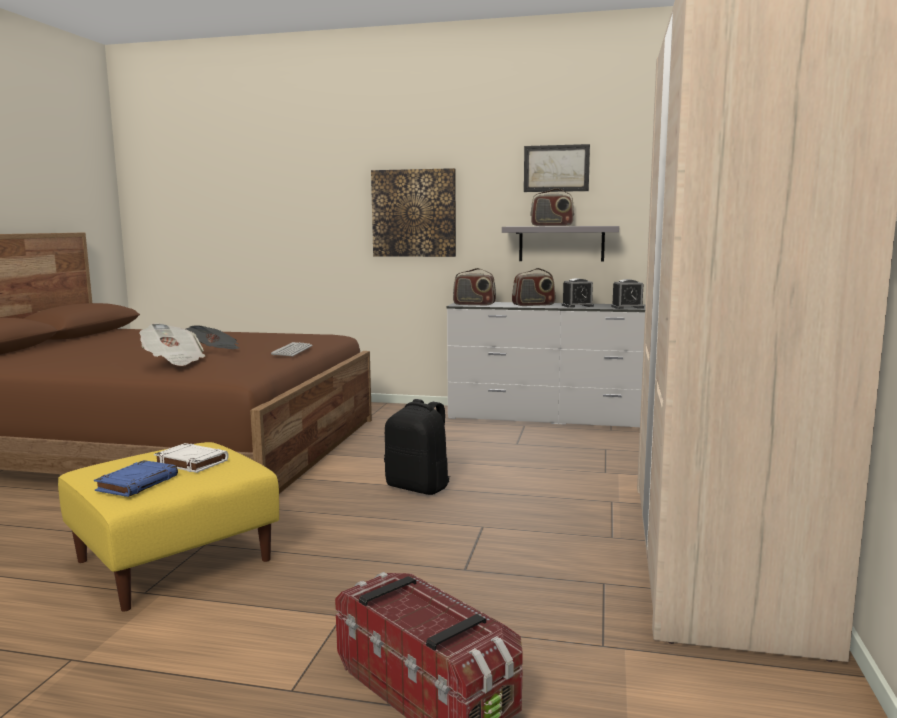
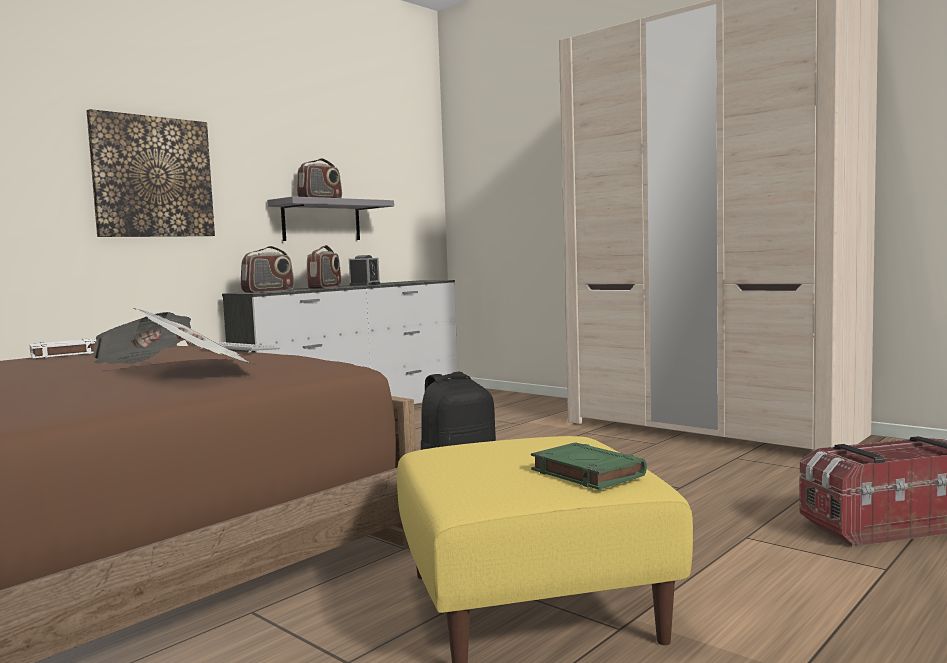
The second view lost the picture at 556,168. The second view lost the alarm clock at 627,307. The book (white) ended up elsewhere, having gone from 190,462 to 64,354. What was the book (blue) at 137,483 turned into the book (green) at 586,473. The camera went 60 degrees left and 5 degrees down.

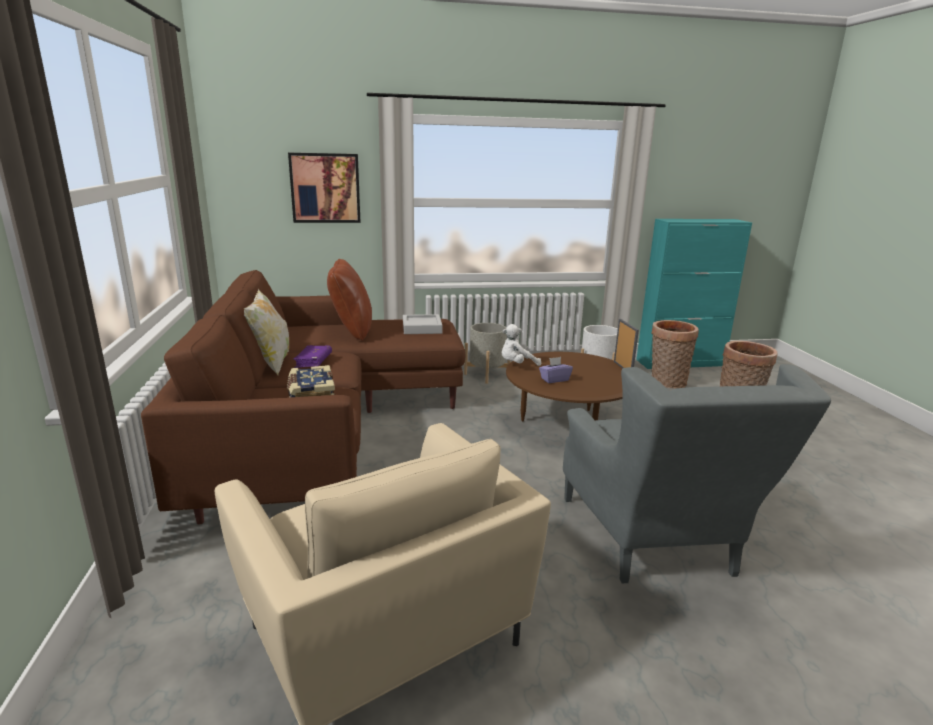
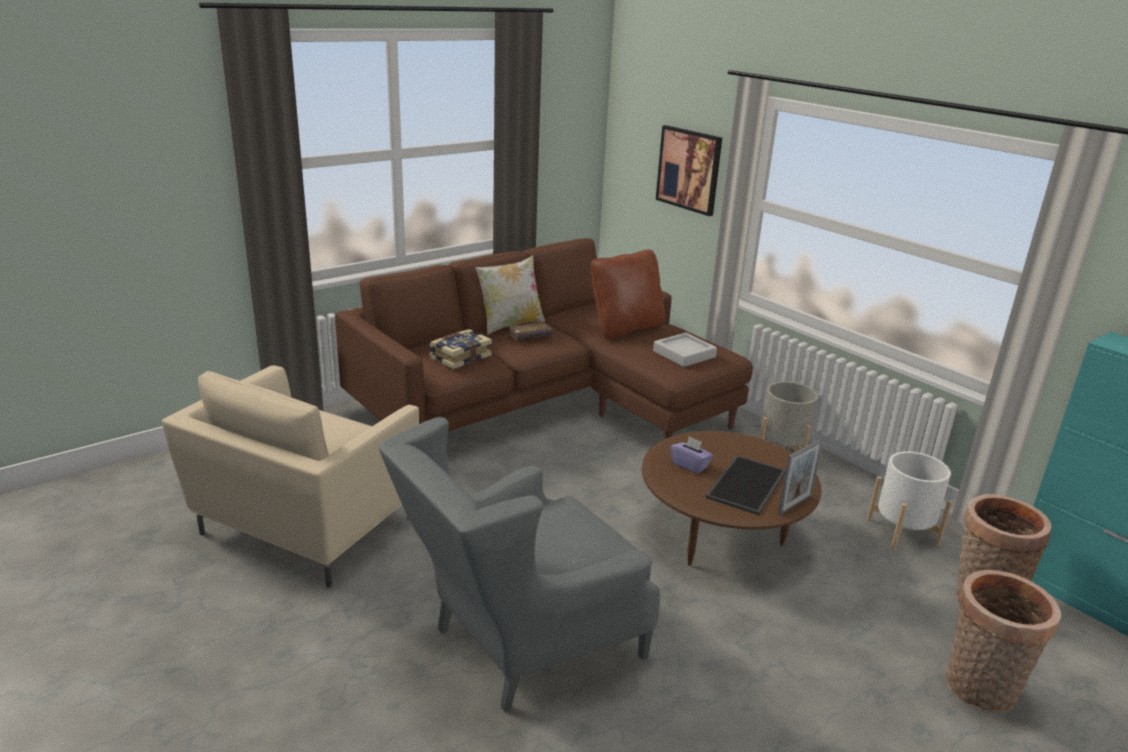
The second view lost the plush toy (white) at 517,364. What was the book (purple) at 313,362 turned into the book (brown) at 529,337. The second view gained the tray at 748,485. The camera went 60 degrees right and 5 degrees up.

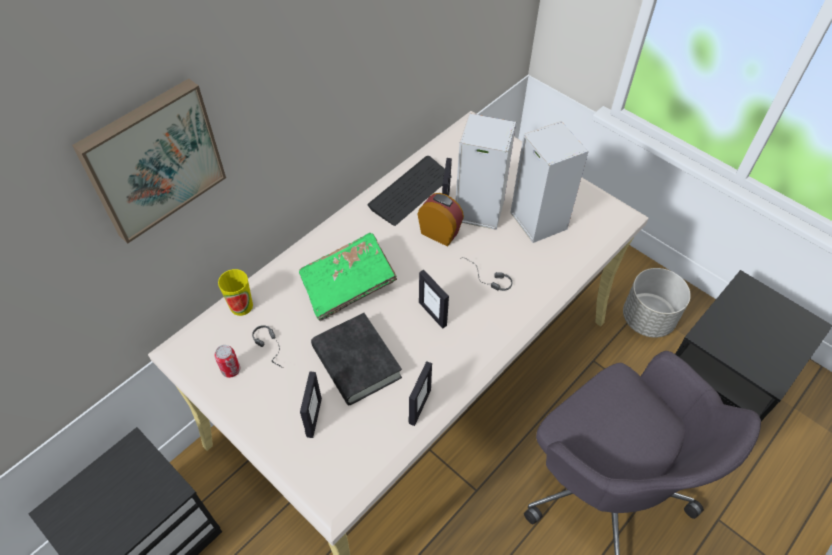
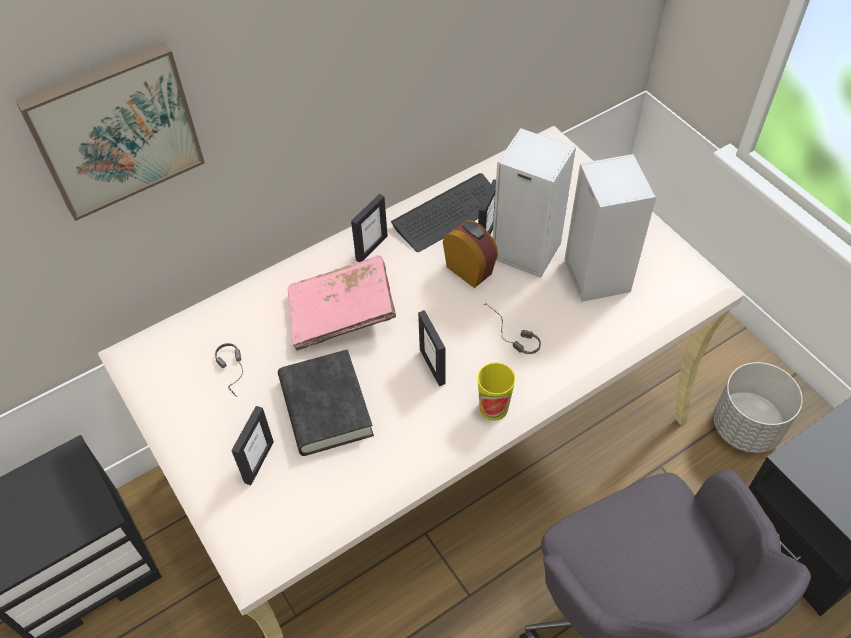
What was the book (green) at 348,285 turned into the book (pink) at 342,314. The cup ended up elsewhere, having gone from 241,306 to 493,408. The second view lost the can at 231,370. The picture frame ended up elsewhere, having gone from 419,406 to 371,248. The camera went 15 degrees right and 0 degrees up.

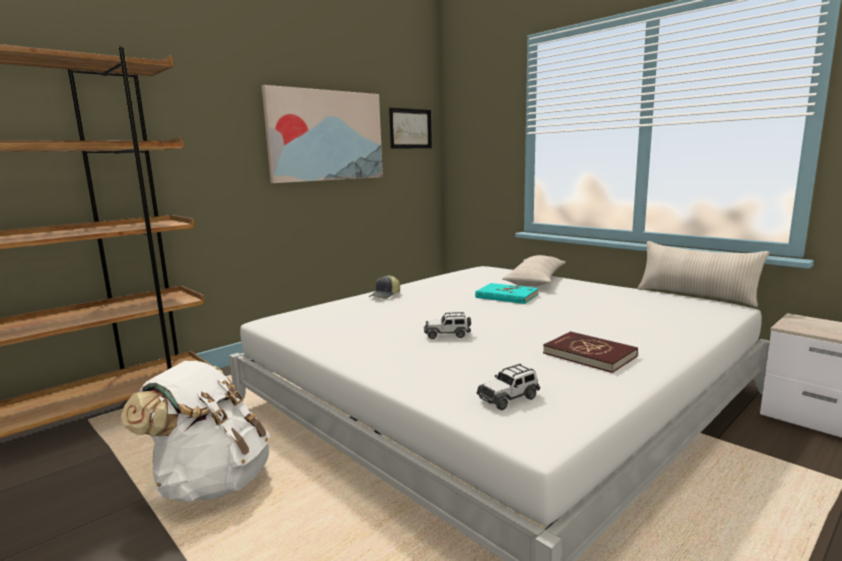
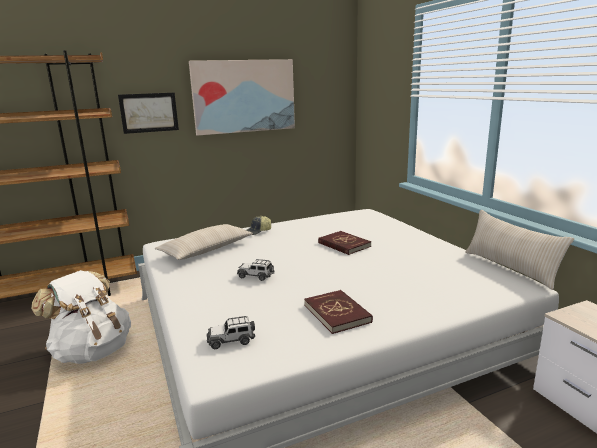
The picture ended up elsewhere, having gone from 410,128 to 149,112. The pillow (beige) ended up elsewhere, having gone from 535,280 to 206,250. What was the book (turquoise) at 506,296 turned into the book (red) at 344,245. The camera went 20 degrees right and 5 degrees up.

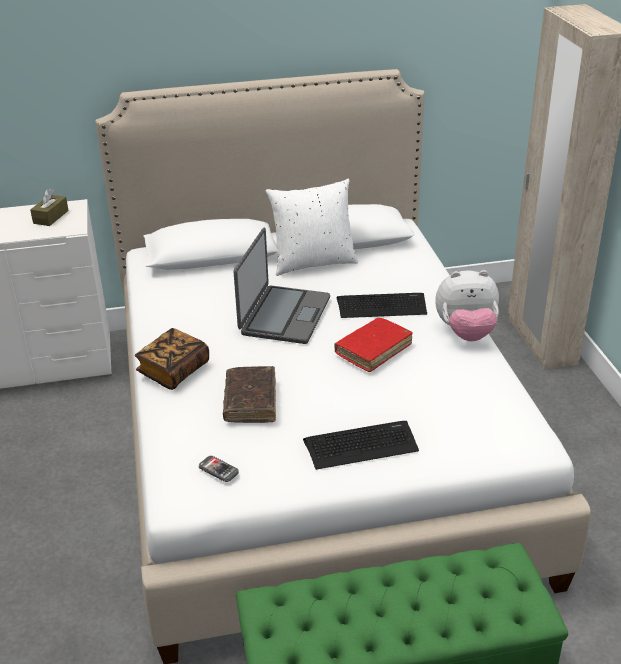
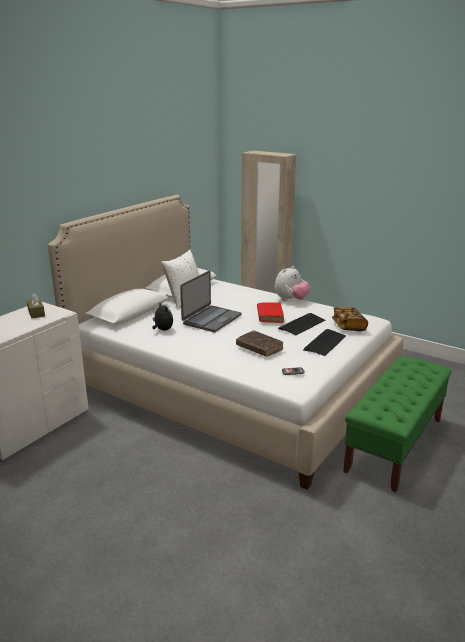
The laptop at 284,316 ended up facing another way, 60 degrees clockwise from before. The keyboard ended up elsewhere, having gone from 382,306 to 302,324. The book ended up elsewhere, having gone from 174,371 to 348,326. The second view gained the plush toy at 162,330. The camera went 45 degrees left and 10 degrees down.

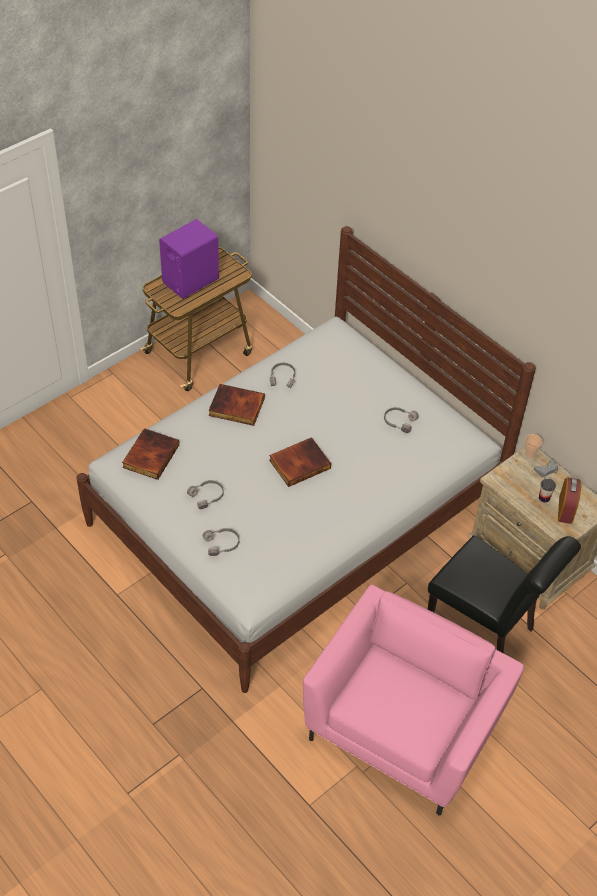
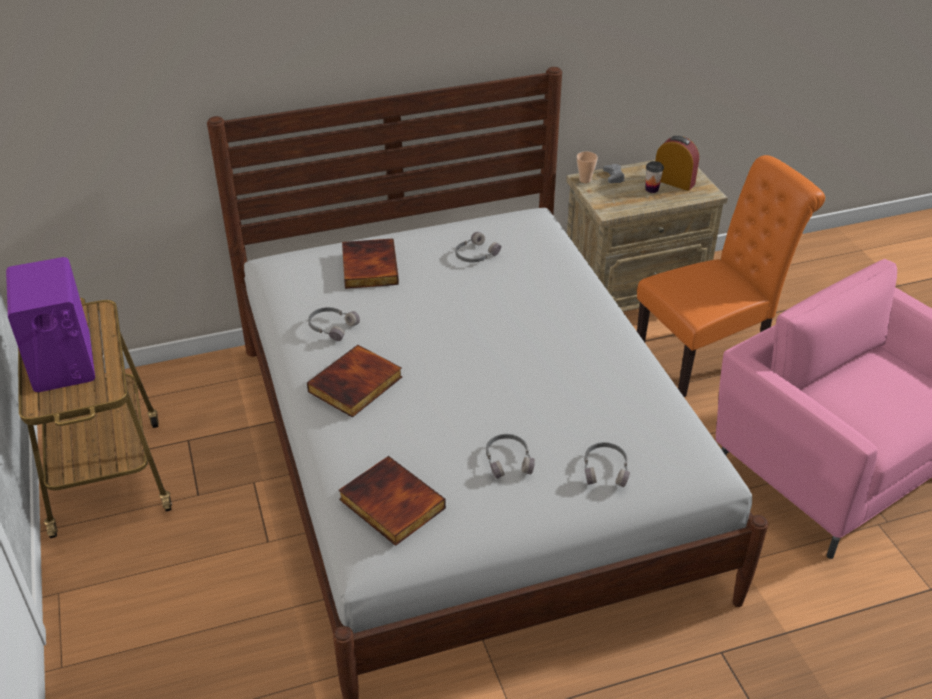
The book ended up elsewhere, having gone from 299,463 to 368,267. What was the chair (black) at 486,627 turned into the chair (orange) at 708,355. The camera went 65 degrees left and 10 degrees down.

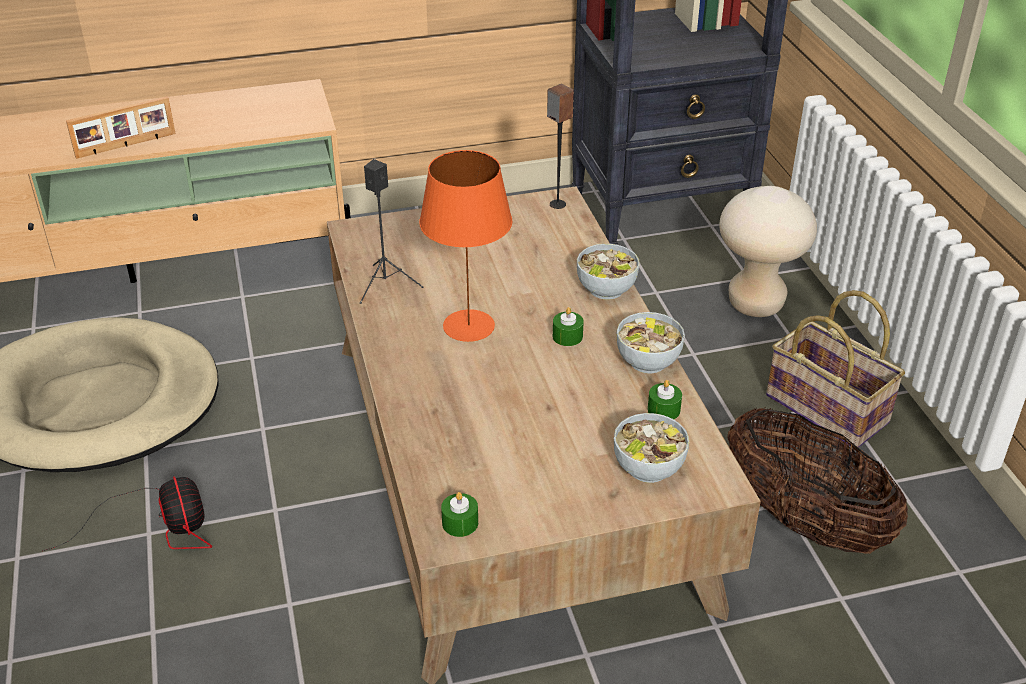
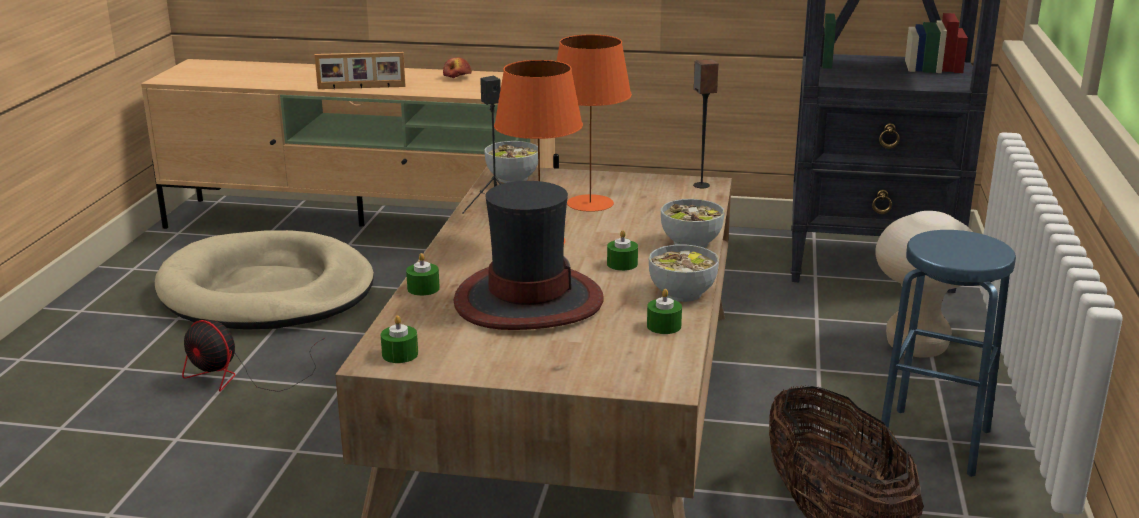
Where the basket stood at 828,408, the stool (blue) came to stand at 934,441. The bowl ended up elsewhere, having gone from 648,468 to 512,178. The fan at 161,527 ended up facing another way, 120 degrees clockwise from before. The second view gained the table lamp (orange) at 590,203. The second view gained the apple at 457,77. The second view gained the hat at 527,301. The second view gained the candle (green) at 423,288. The camera went 25 degrees right and 15 degrees down.

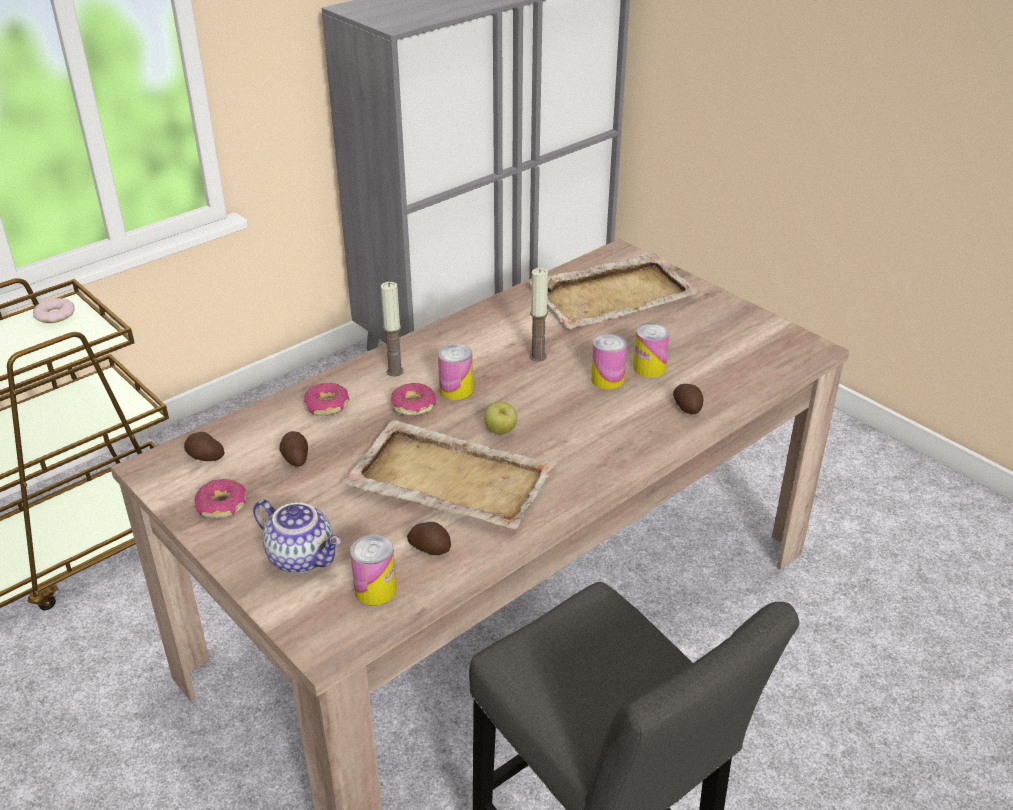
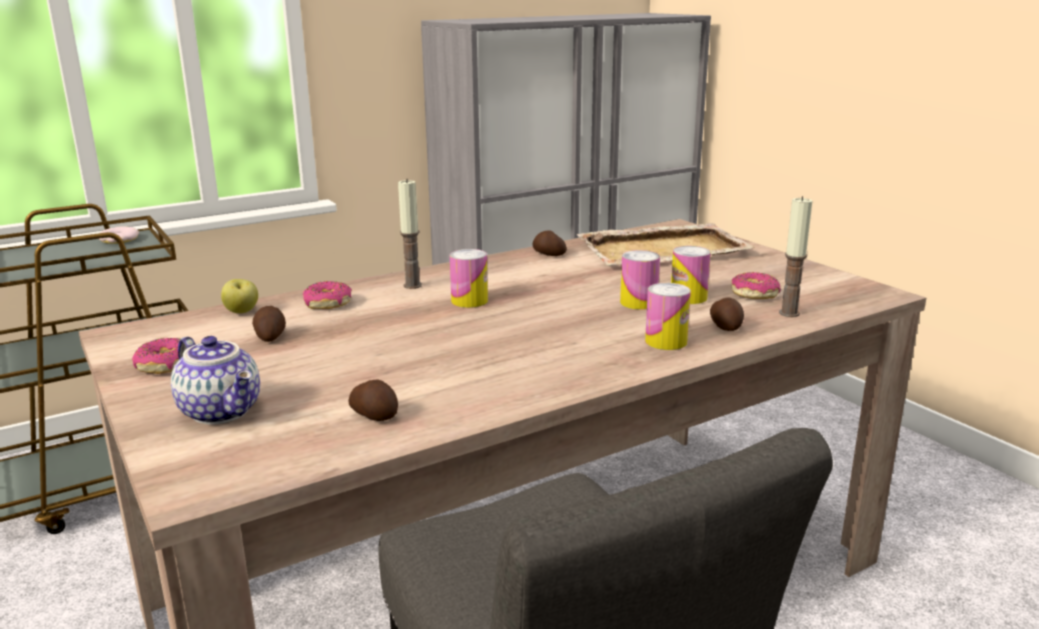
The candle ended up elsewhere, having gone from 538,356 to 789,313. The donut ended up elsewhere, having gone from 413,406 to 754,294. The apple ended up elsewhere, having gone from 500,431 to 242,312. The second view lost the tray (beige) at 449,479. The potato ended up elsewhere, having gone from 205,457 to 548,254. The can ended up elsewhere, having gone from 375,590 to 666,341. The camera went 10 degrees right and 15 degrees down.

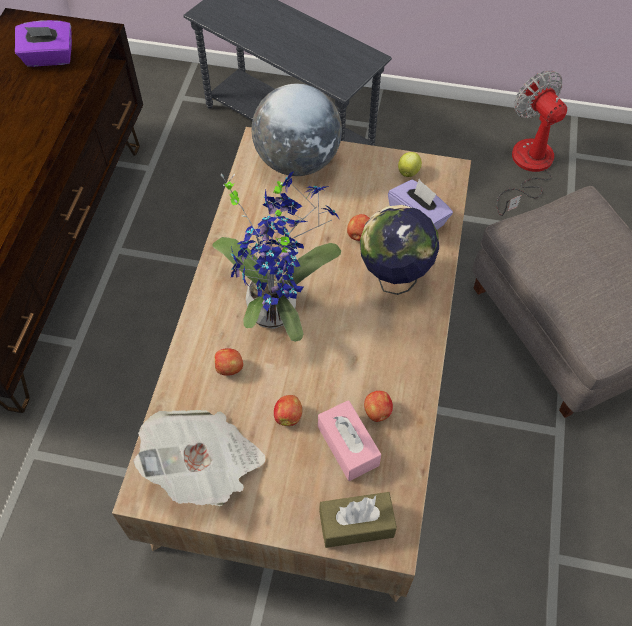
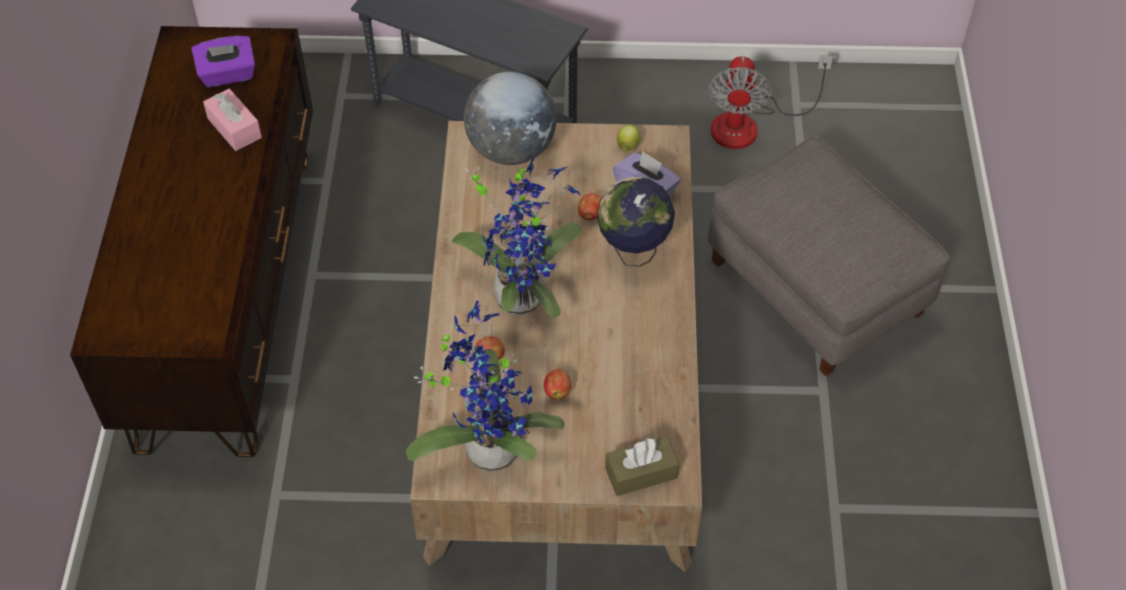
The fan at 527,167 ended up facing another way, 135 degrees counterclockwise from before. The second view lost the apple at 377,412. The tissue box (pink) ended up elsewhere, having gone from 348,446 to 234,128. Where the newspaper stood at 205,466, the potted plant came to stand at 489,446. The camera went 10 degrees left and 5 degrees down.

